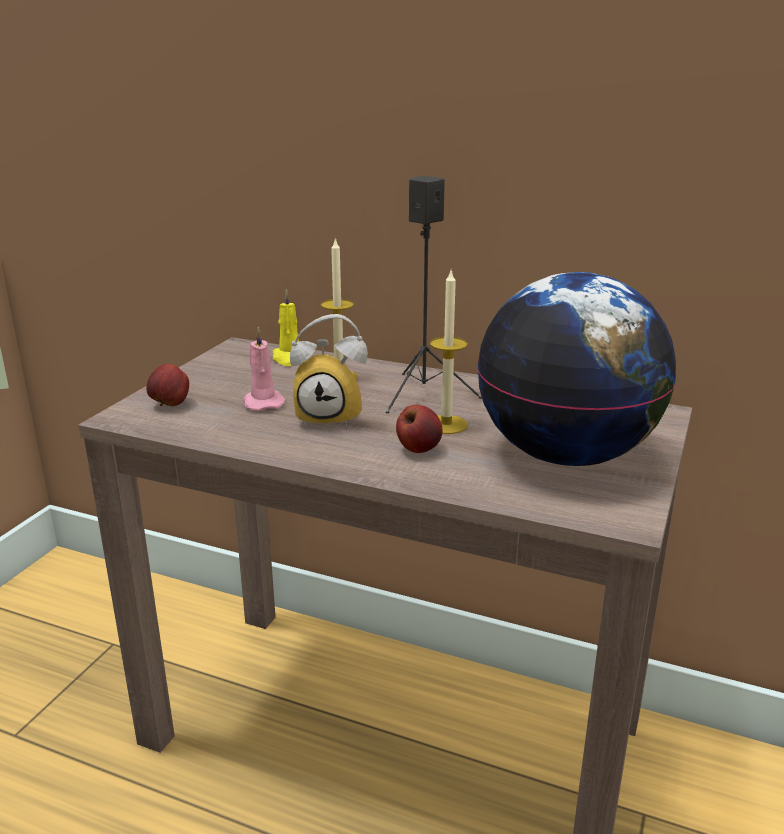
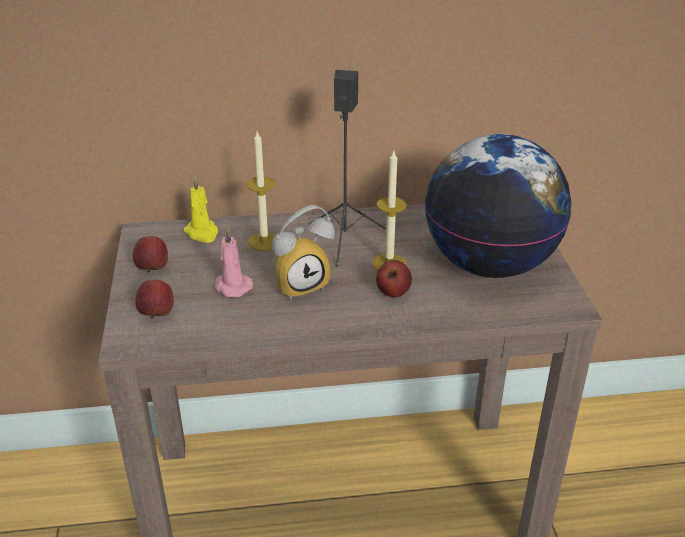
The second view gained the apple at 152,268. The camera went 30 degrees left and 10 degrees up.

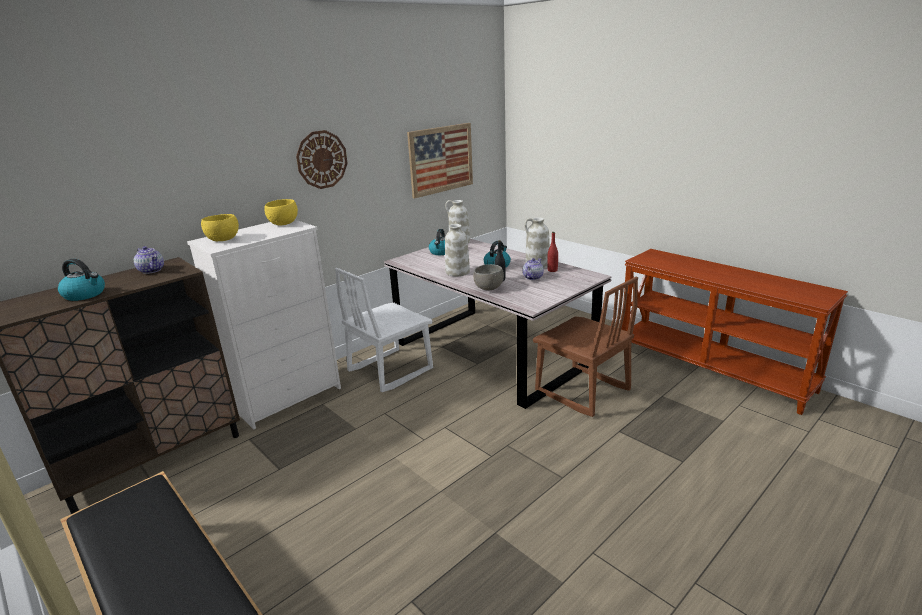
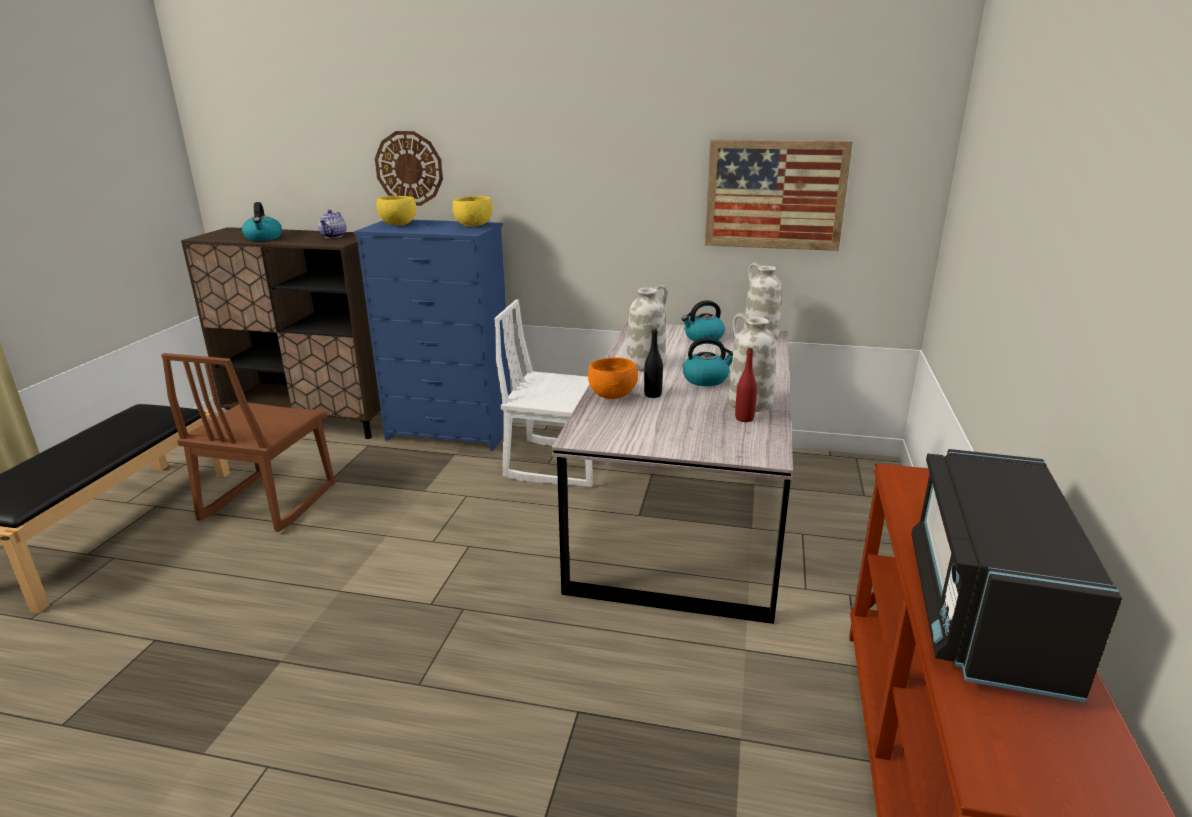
The wall clock ended up elsewhere, having gone from 322,159 to 409,168. What was the dresser (white) at 288,398 turned into the dresser (blue) at 451,433. The second view lost the teapot at 532,277. What was the bowl (grey) at 488,288 turned into the bowl (orange) at 613,396. The chair (brown) ended up elsewhere, having gone from 581,391 to 268,502. The second view gained the microwave (black) at 984,610. The camera went 55 degrees right and 0 degrees up.

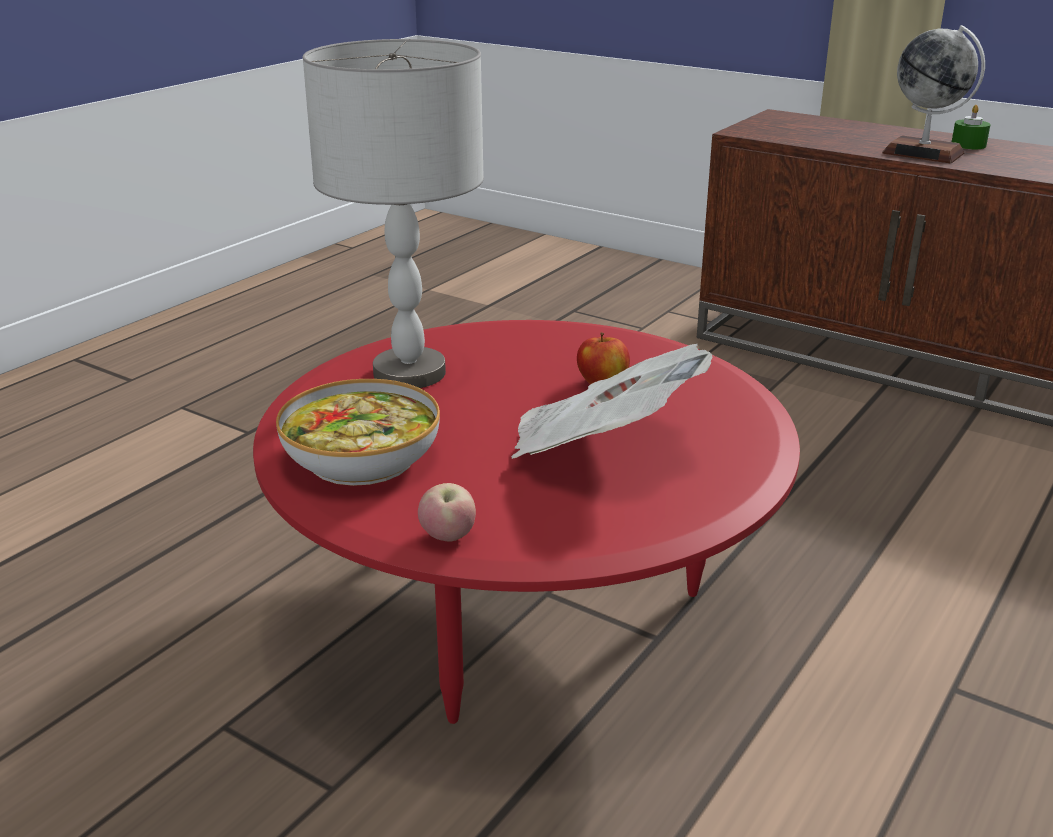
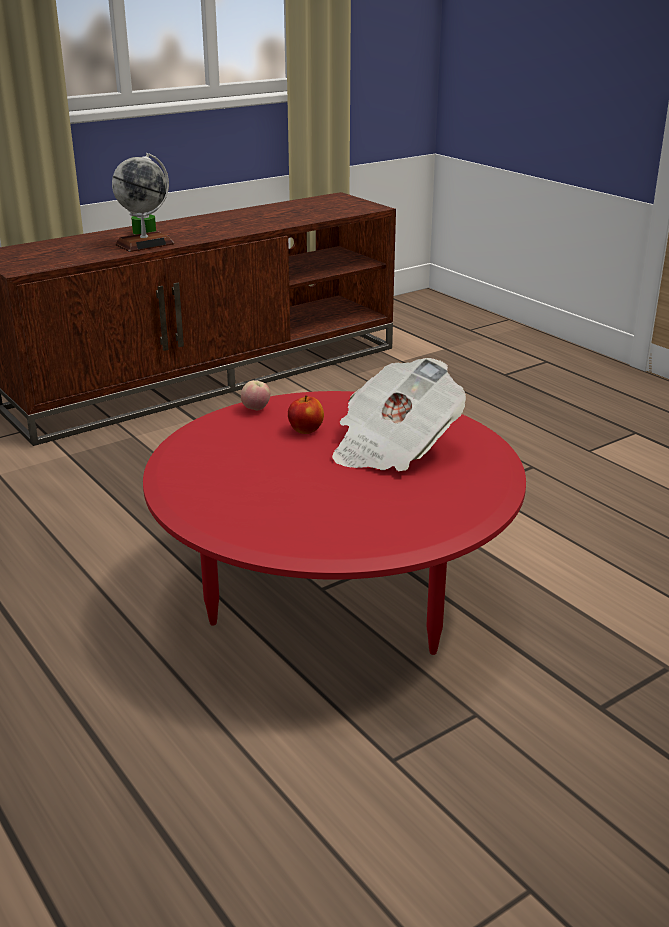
The second view lost the table lamp (grey) at 409,373. The second view lost the bowl at 361,457. The apple ended up elsewhere, having gone from 448,537 to 256,409. The camera went 70 degrees left and 0 degrees up.

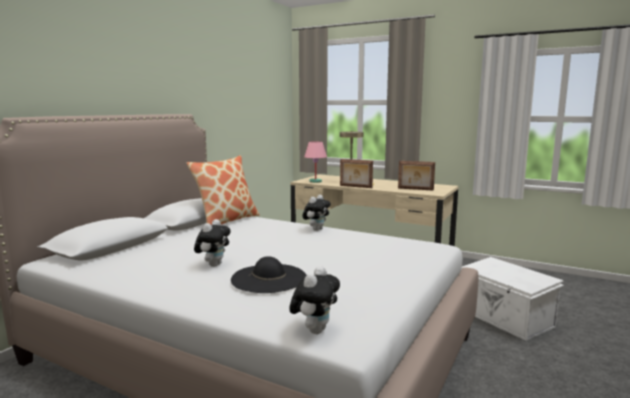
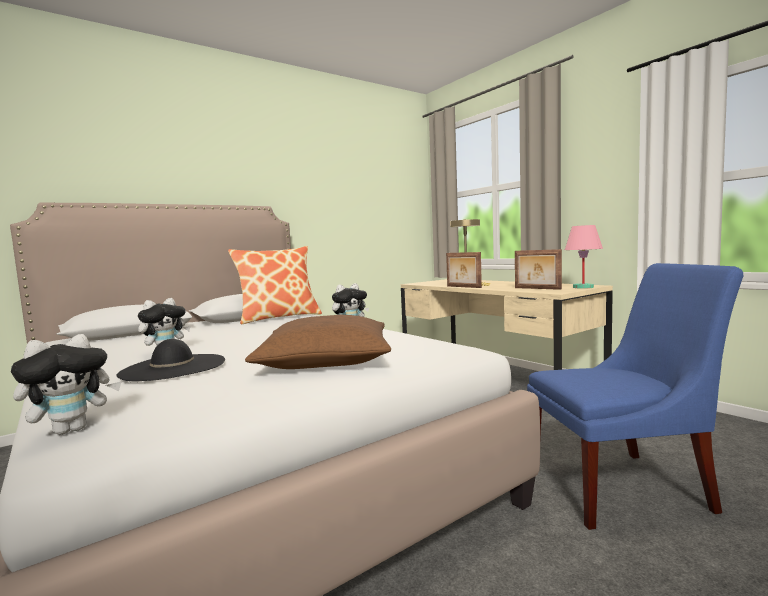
The table lamp (pink) ended up elsewhere, having gone from 315,181 to 582,287. Where the storage box (white) stood at 504,318, the chair (blue) came to stand at 624,487. The second view gained the pillow (brown) at 326,359. The camera went 25 degrees right and 5 degrees down.

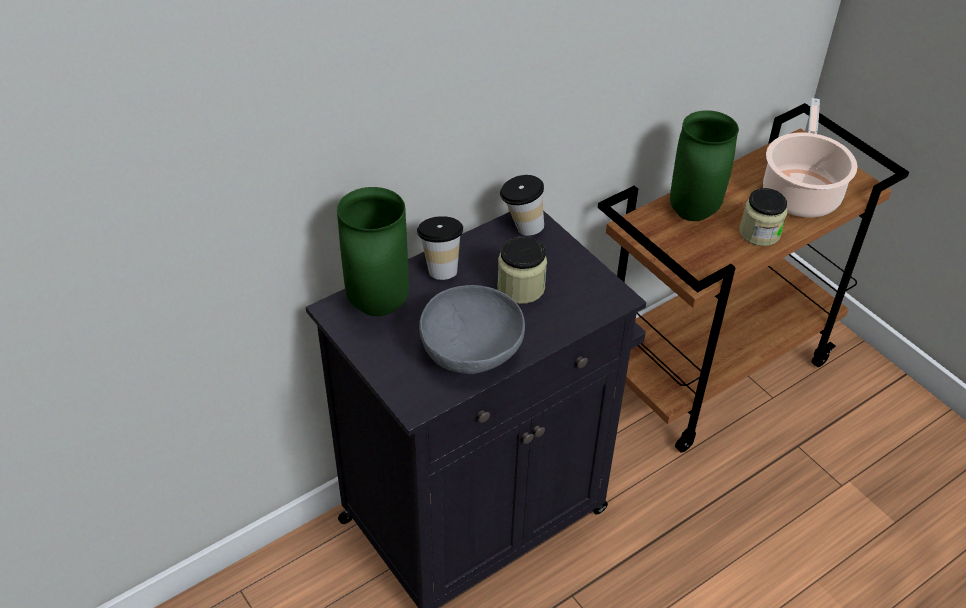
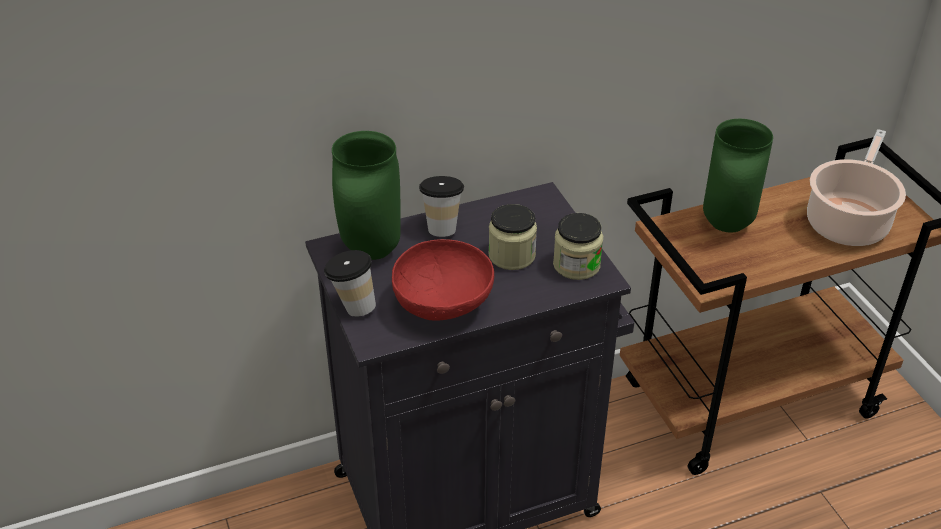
The cup ended up elsewhere, having gone from 521,227 to 353,306. The jar ended up elsewhere, having gone from 759,233 to 576,265. What was the bowl (grey) at 472,352 turned into the bowl (red) at 443,304. The camera went 15 degrees right and 5 degrees down.

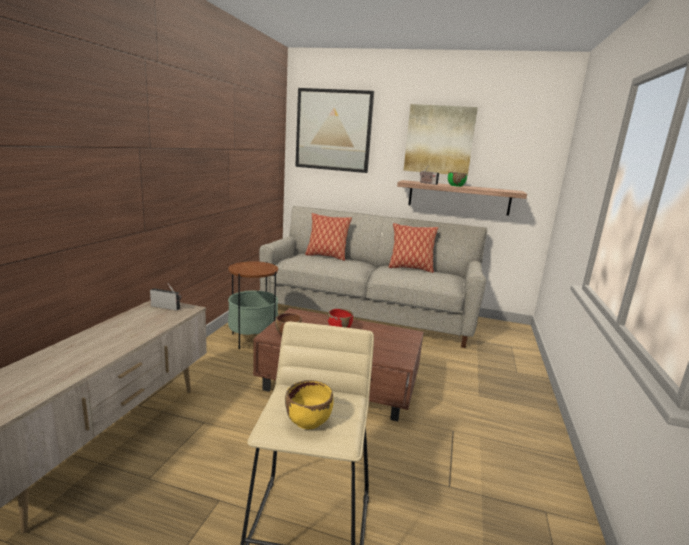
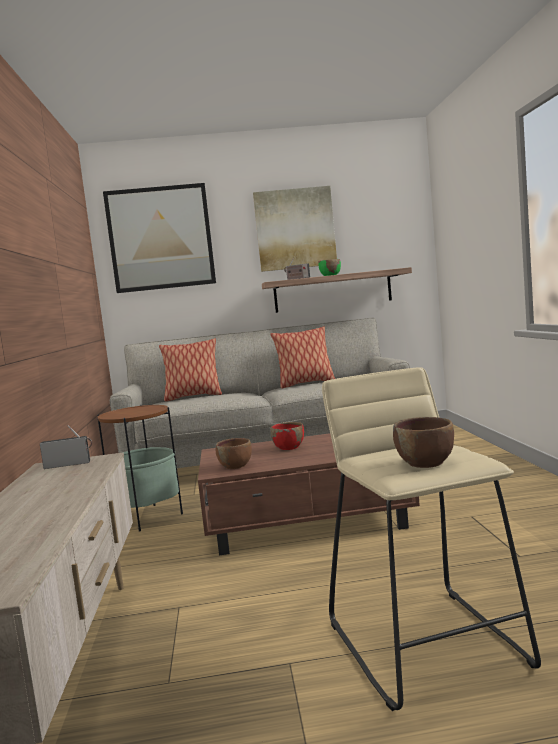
What was the bowl (yellow) at 308,420 turned into the bowl (brown) at 425,462. The camera went 20 degrees left and 10 degrees down.

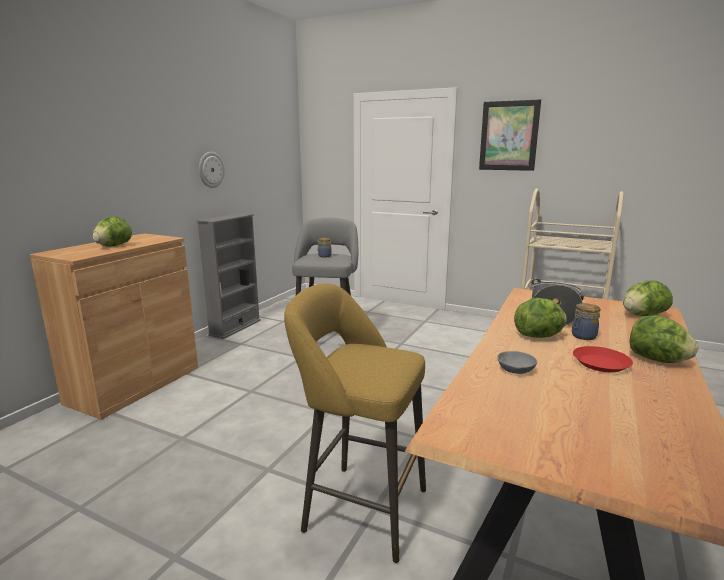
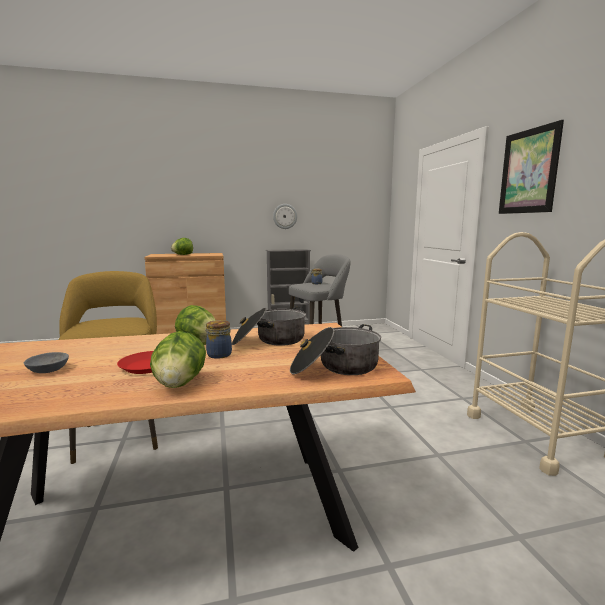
Where the lettuce stood at 643,315, the cooking pot came to stand at 335,367. The bowl (grey) ended up elsewhere, having gone from 516,370 to 46,370. The camera went 50 degrees right and 5 degrees down.

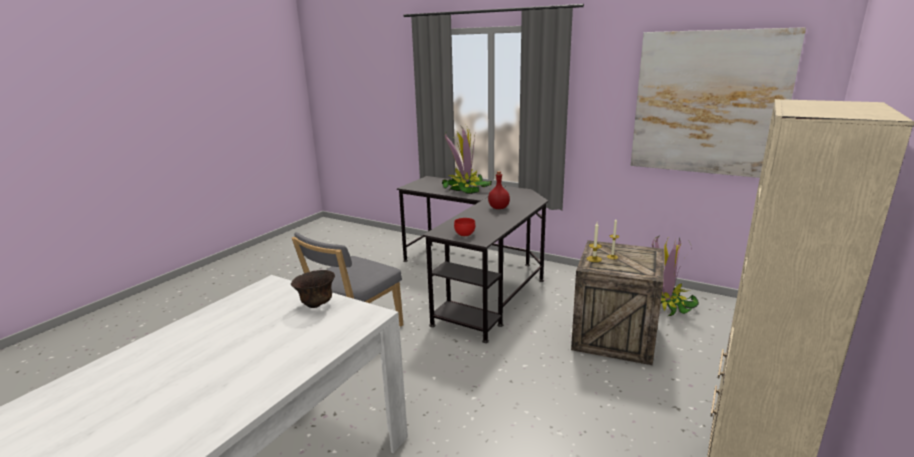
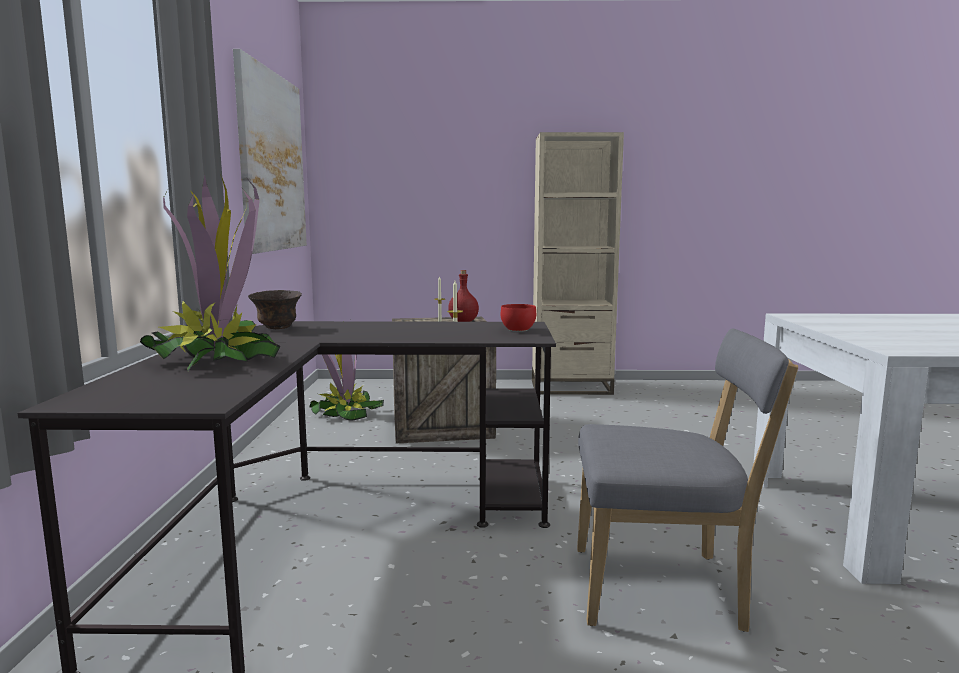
The bottle (red) ended up elsewhere, having gone from 498,208 to 463,322. The bowl (brown) ended up elsewhere, having gone from 316,304 to 277,328. The camera went 120 degrees left and 10 degrees down.

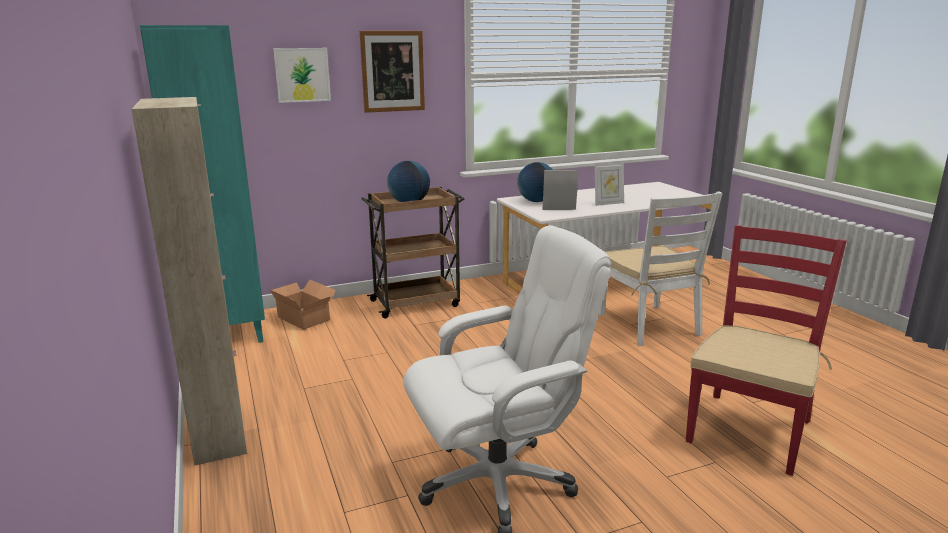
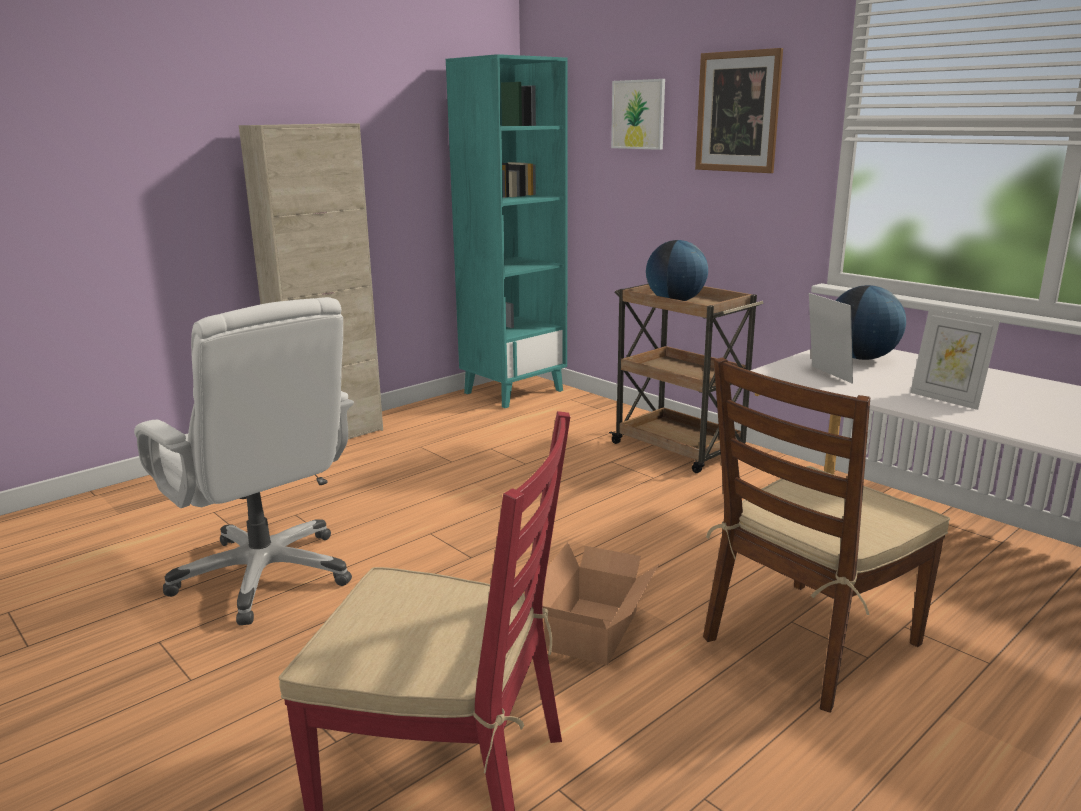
What was the chair (white) at 649,325 turned into the chair (brown) at 810,642. The cardboard box ended up elsewhere, having gone from 304,317 to 597,630. The camera went 70 degrees right and 0 degrees up.

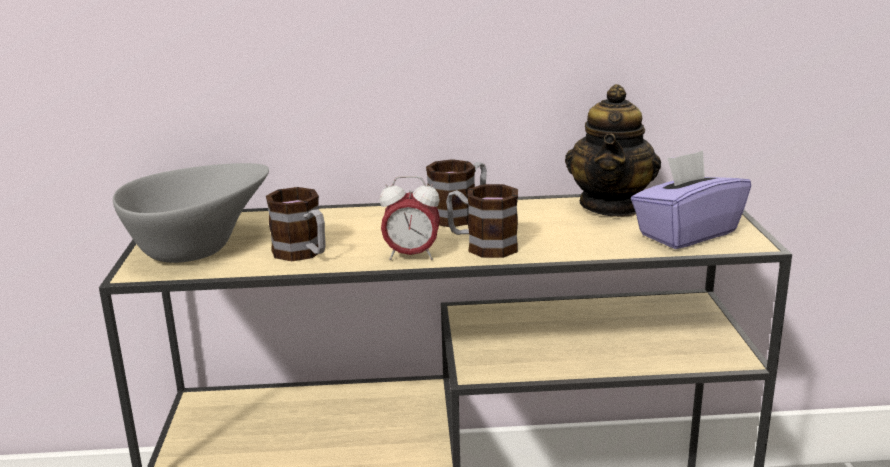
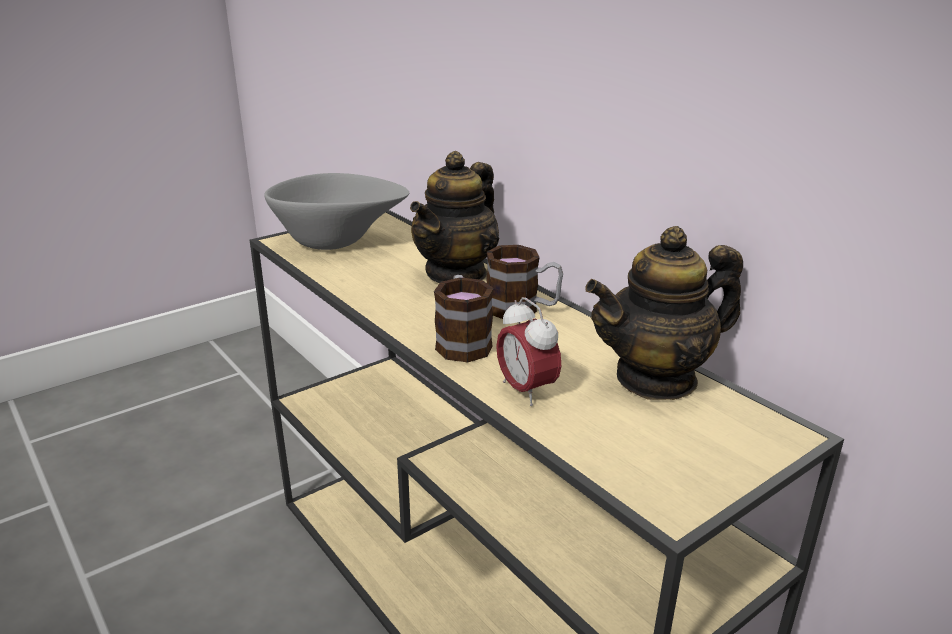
The second view lost the tissue box (purple) at 686,233. The alarm clock ended up elsewhere, having gone from 411,256 to 526,391. The second view lost the mug at 303,254. The second view gained the teapot at 457,273. The camera went 55 degrees right and 5 degrees up.

